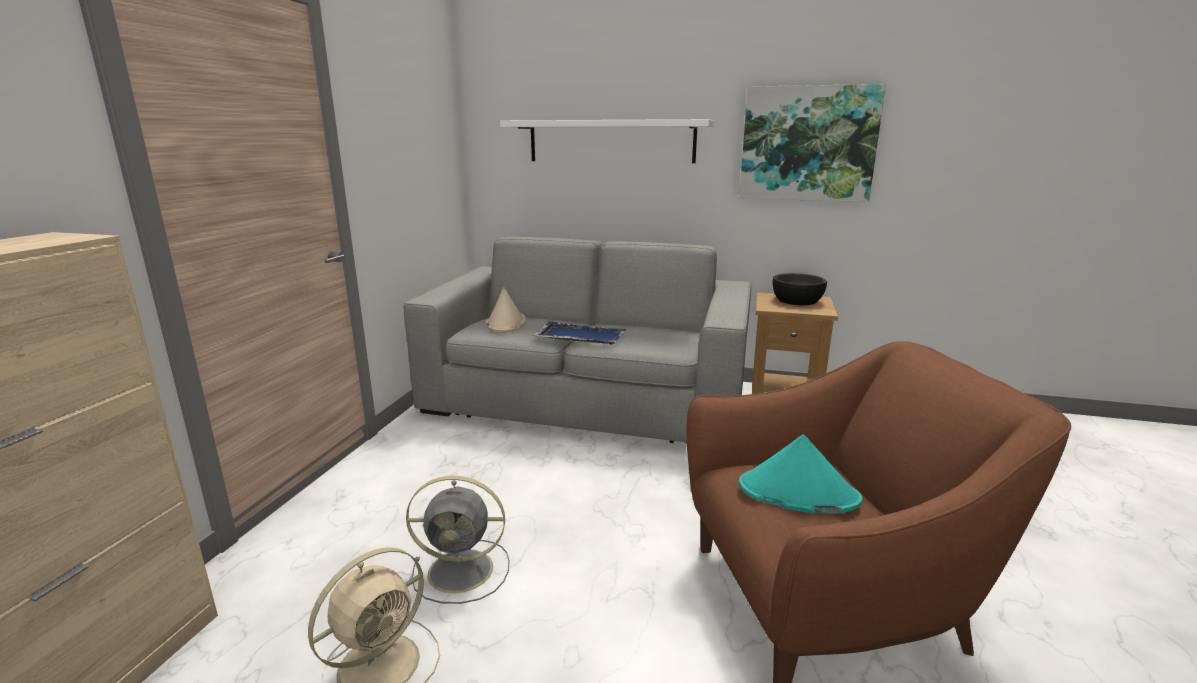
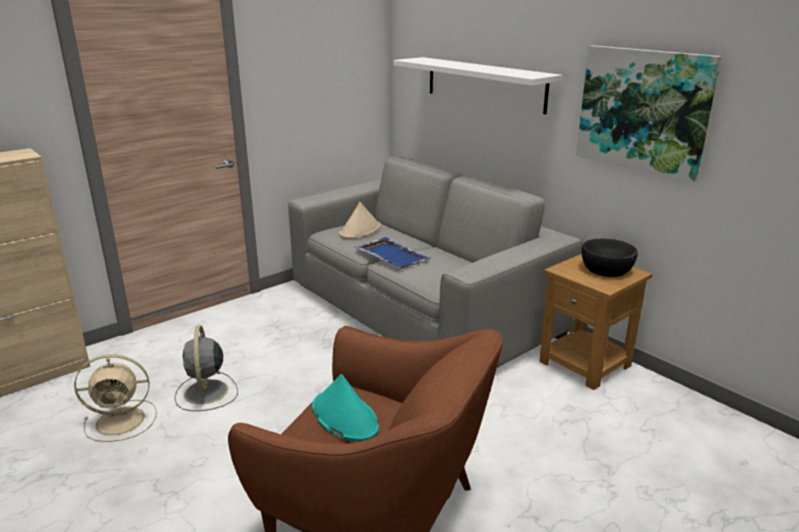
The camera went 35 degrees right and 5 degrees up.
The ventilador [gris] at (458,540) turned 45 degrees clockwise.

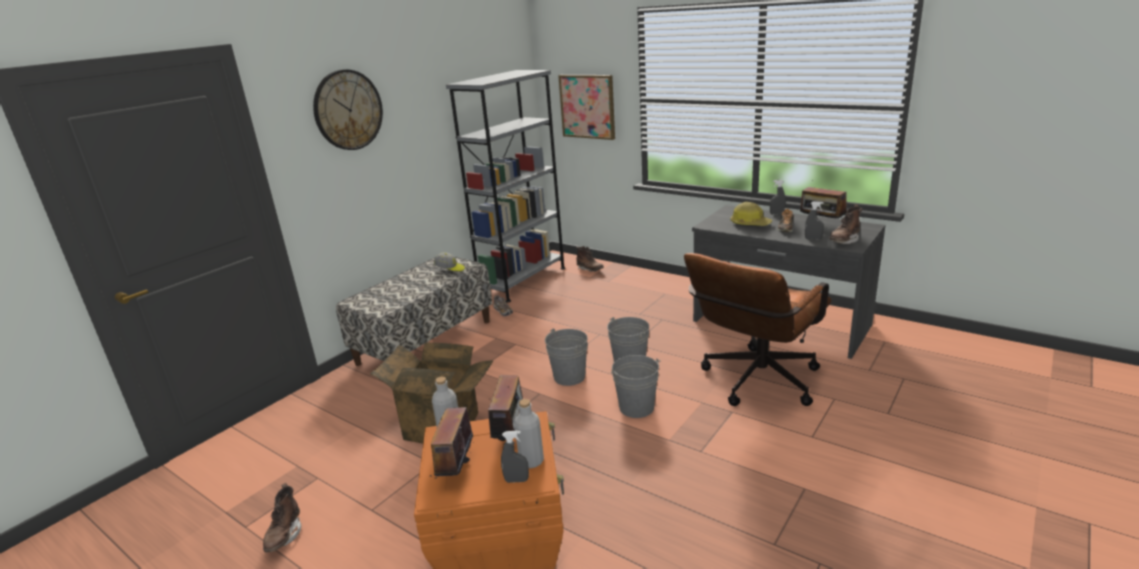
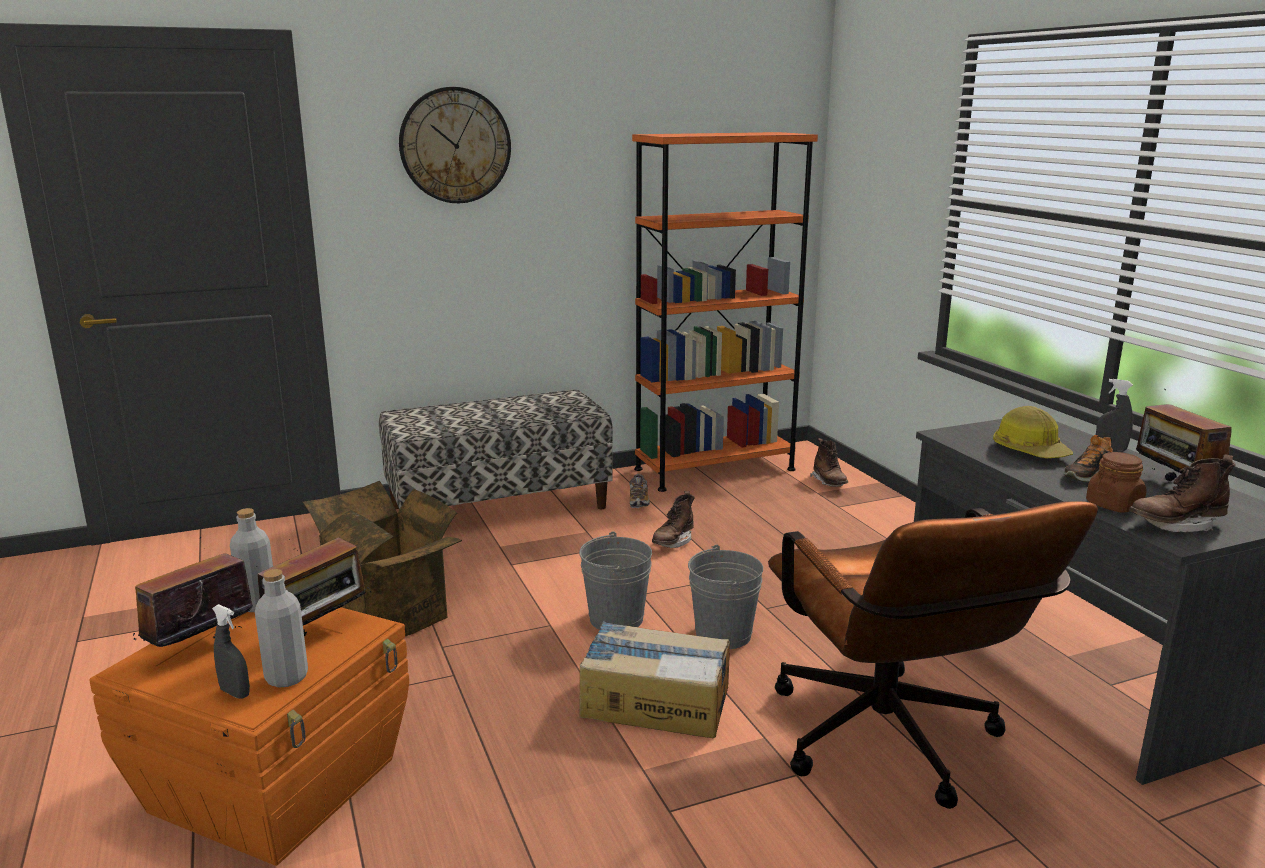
The camera went 30 degrees right and 5 degrees down.
The gorra at (449,262) disappeared.
The cuadro at (586,107) disappeared.
The bota [marrón] moved from (282,517) to (673,519).
The cubo [gris] at (636,386) was replaced by the caja de cartón at (654,679).
The pulverizador [gris] at (814,220) was replaced by the tarro [marrón] at (1116,482).
The estantería [gris] at (505,186) became the estantería [naranja] at (725,312).
The silla de oficina [marrón] at (758,329) turned 90 degrees counterclockwise.

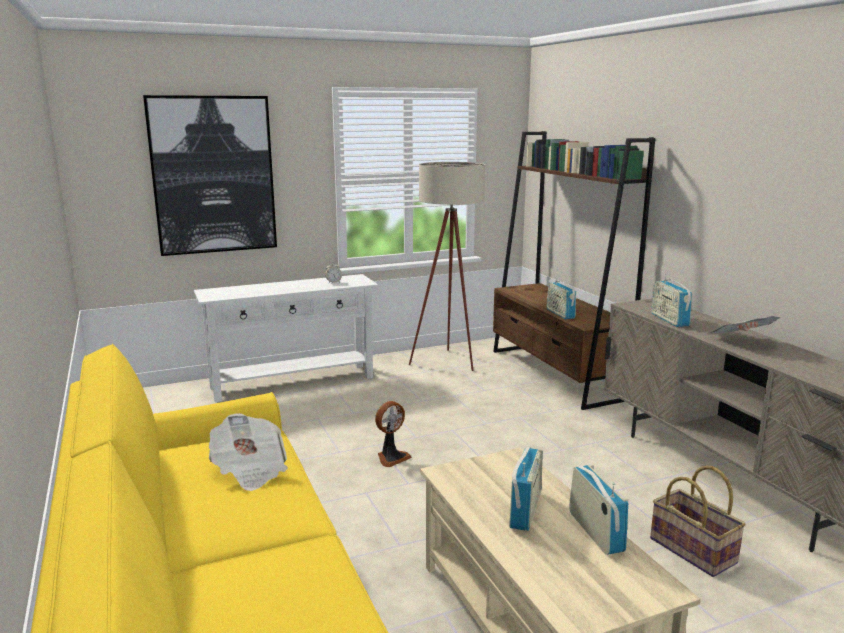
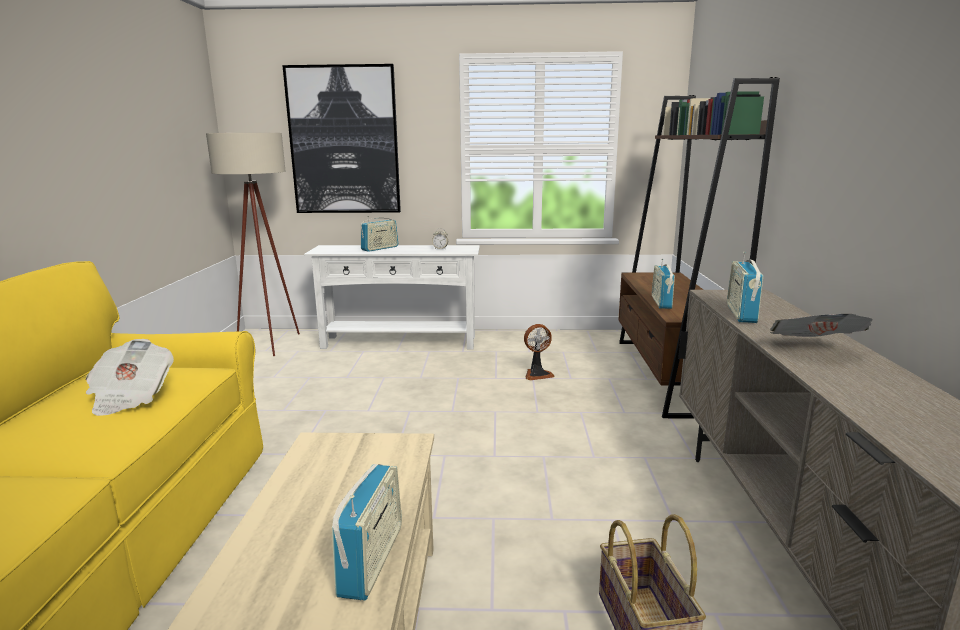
The camera went 25 degrees right and 0 degrees up.
The ventilador moved from (393,434) to (539,352).
The lámpara de pie [beis] moved from (447,266) to (253,244).
The radio moved from (526,489) to (379,234).

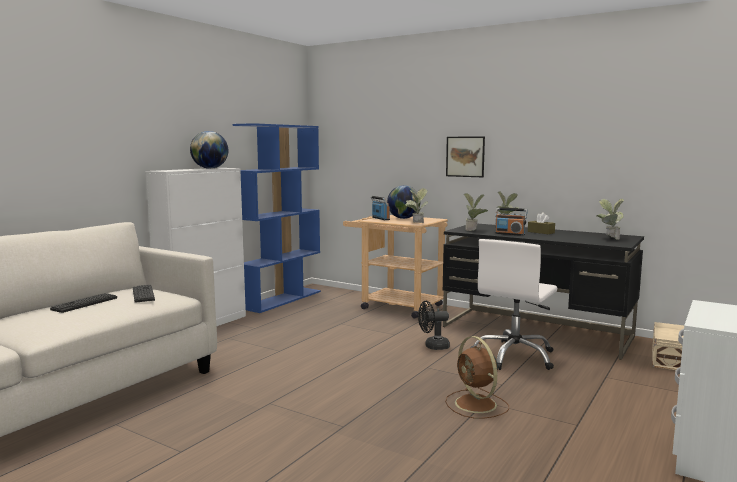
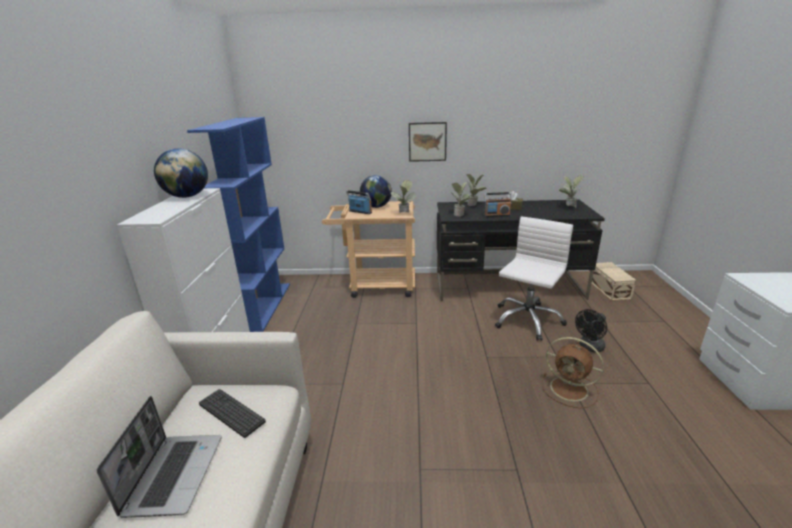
The camera went 30 degrees left and 15 degrees up.
The ventilador [negro] moved from (434,325) to (591,330).
The teclado at (83,303) was replaced by the portátil at (159,457).
The silla de oficina [blanco] at (513,304) turned 150 degrees counterclockwise.

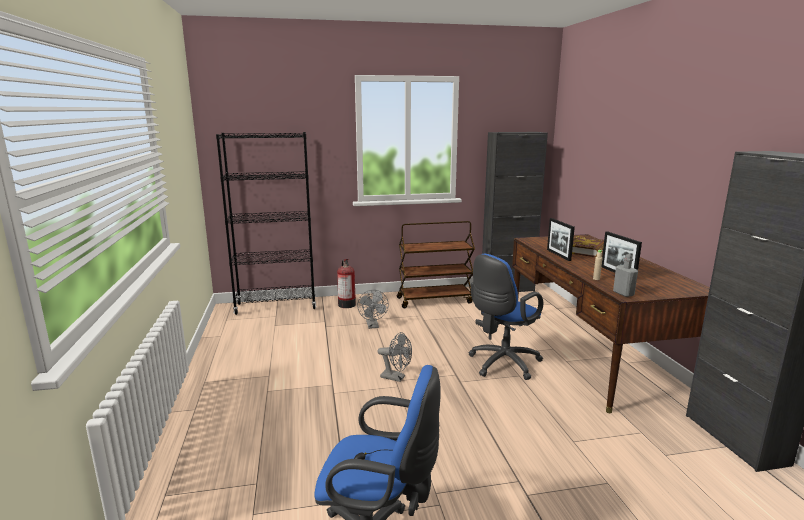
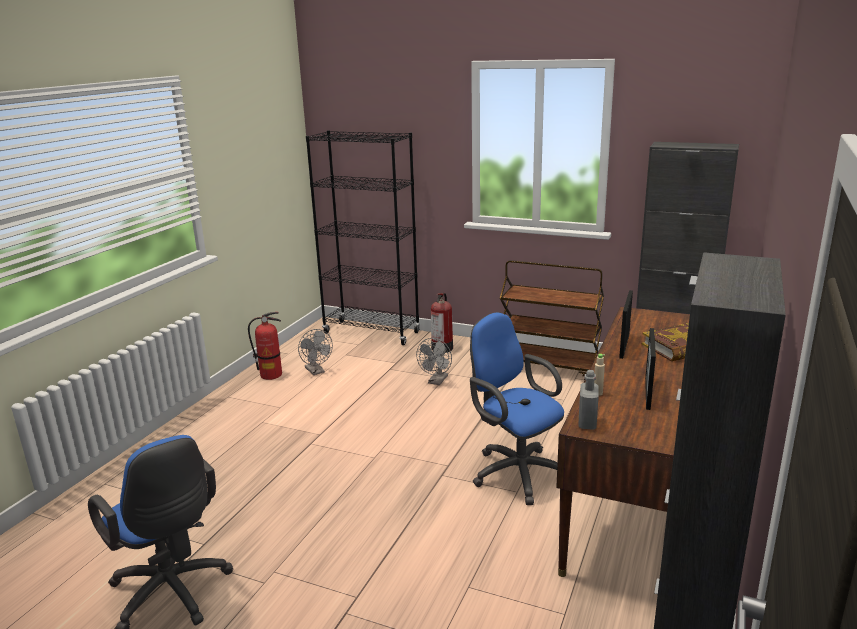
The camera went 35 degrees right and 5 degrees up.
The extintor at (265,346) appeared.
The ventilador [gris] moved from (394,357) to (315,352).
The silla de oficina [azul] at (505,317) turned 60 degrees clockwise.

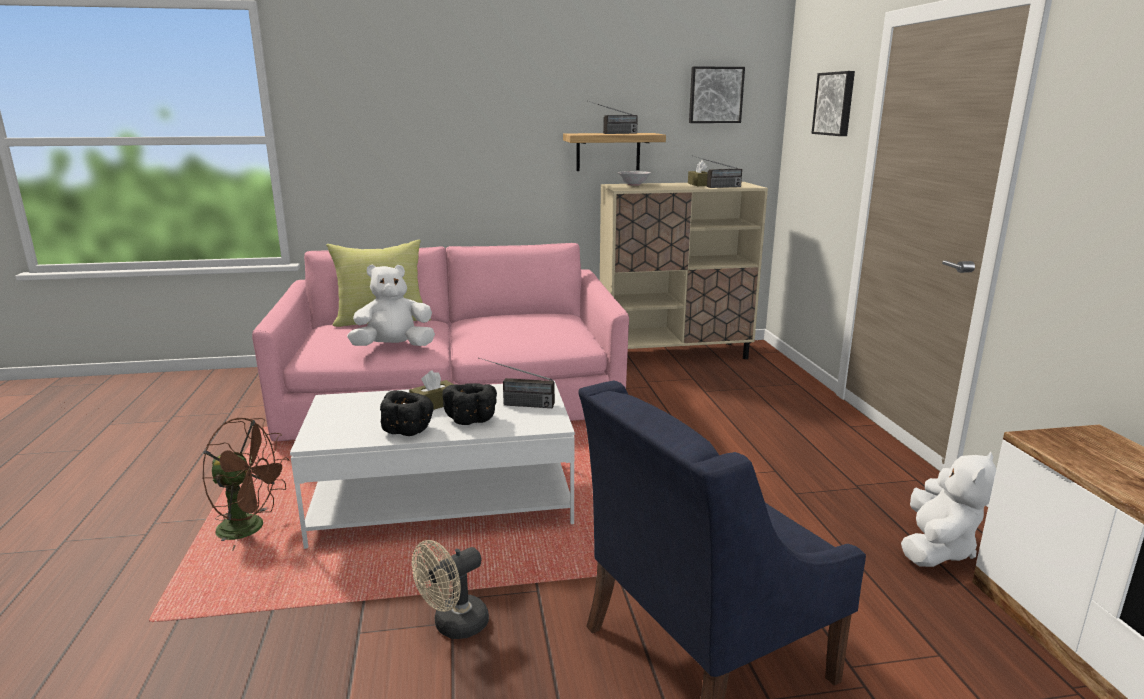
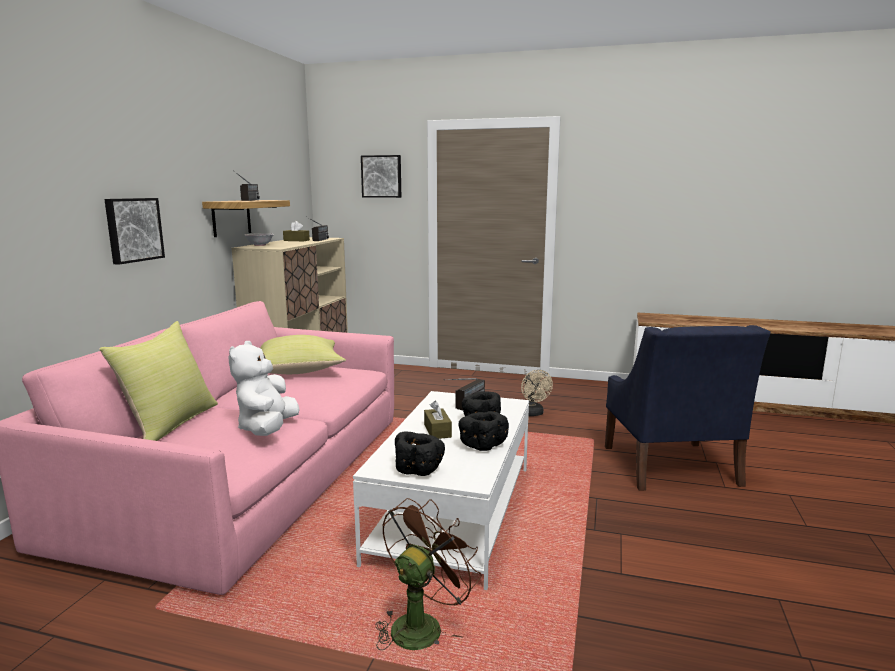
The camera went 65 degrees left and 5 degrees down.
The peluche [blanco] at (948,509) disappeared.
The cojín [amarillo] at (303,354) appeared.
The cuenco [negro] at (420,453) appeared.
The ventilador [beis] moved from (450,589) to (537,393).
The cuadro moved from (717,94) to (134,231).

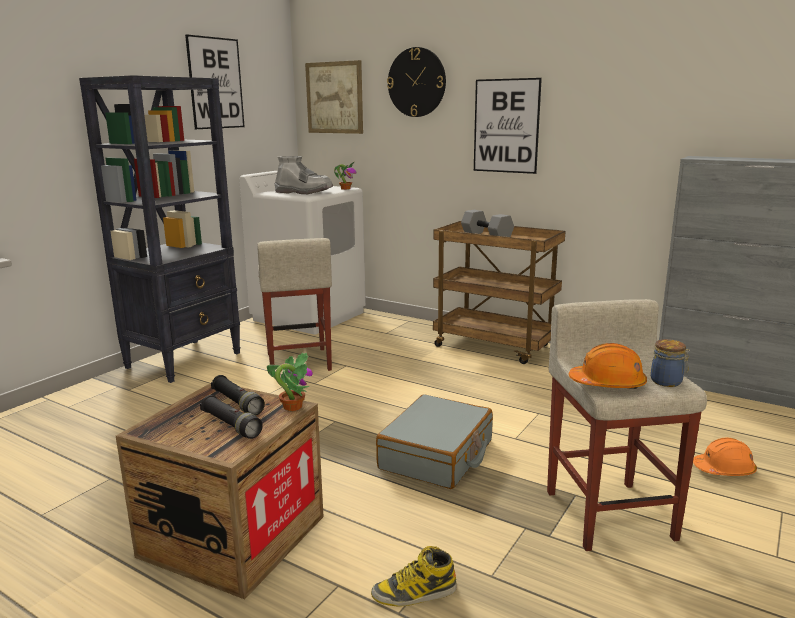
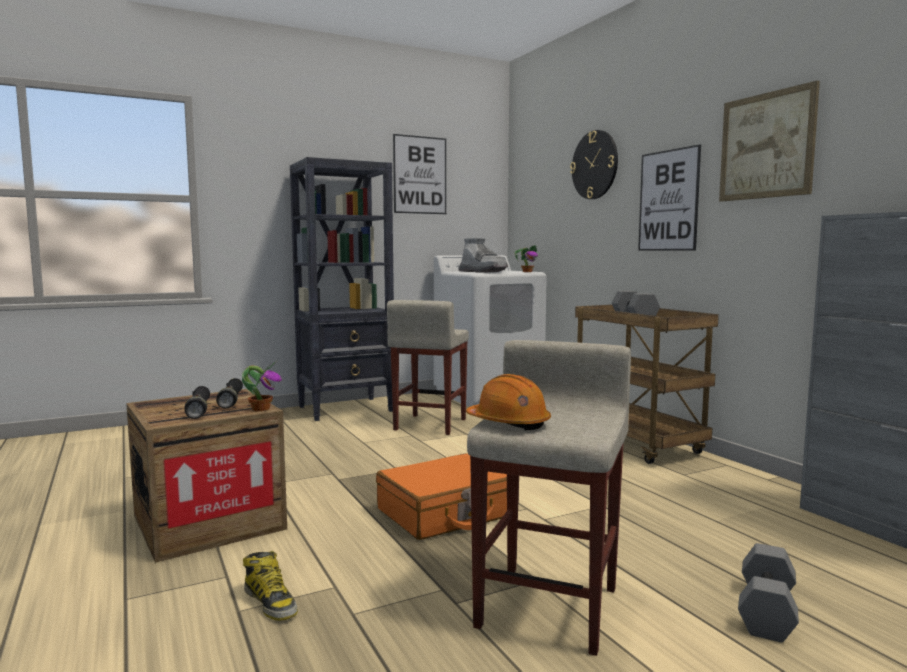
The camera went 30 degrees right and 10 degrees down.
The tarro at (670,363) disappeared.
The cuadro moved from (334,97) to (769,141).
The casco [naranja] at (725,456) was replaced by the mancuerna [gris] at (768,592).
The maleta [gris] at (434,441) became the maleta [naranja] at (441,496).
The bota at (414,576) turned 150 degrees counterclockwise.

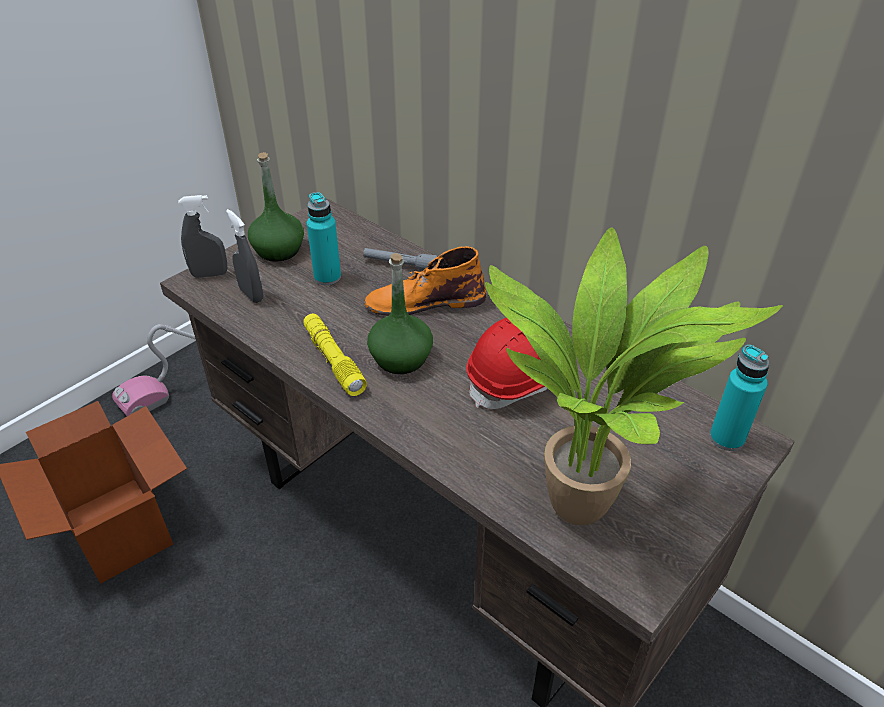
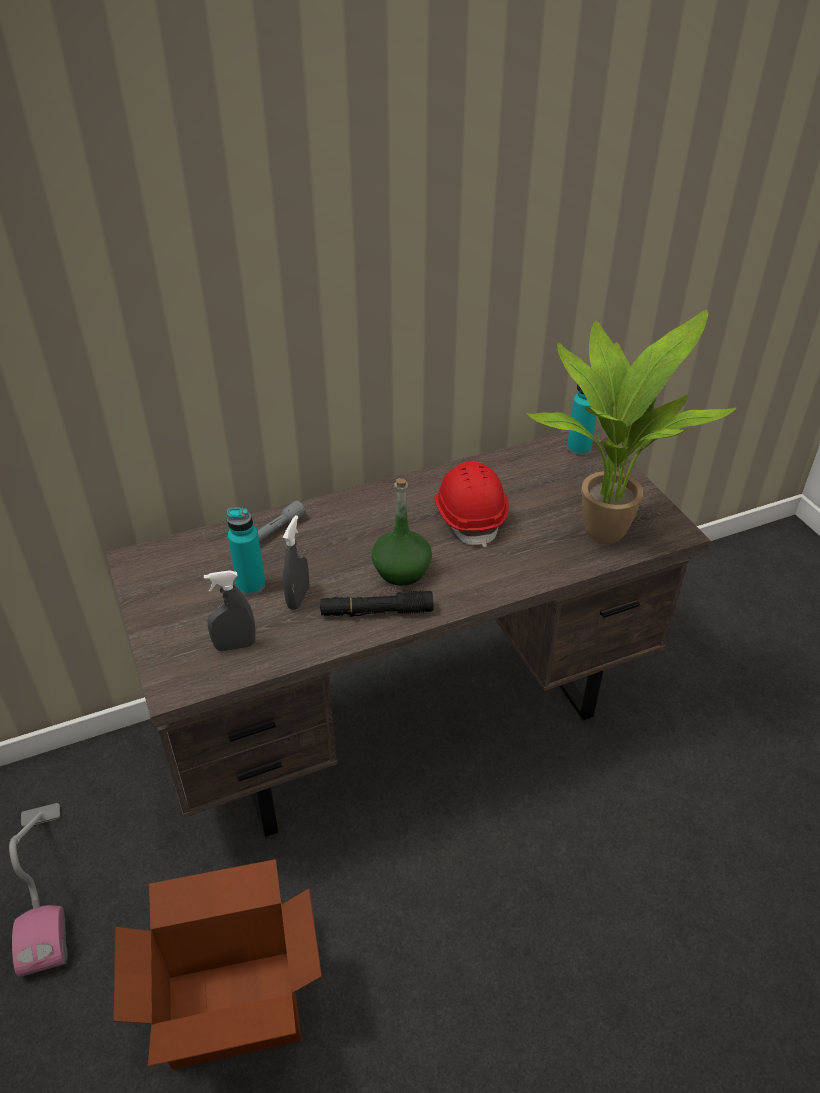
The camera went 65 degrees left and 0 degrees up.
The botella [verde] at (276,207) disappeared.
The bota [naranja] at (425,281) disappeared.
The pulverizador [gris] moved from (202,236) to (296,562).
The linterna [amarillo] at (335,354) became the linterna [negro] at (376,603).

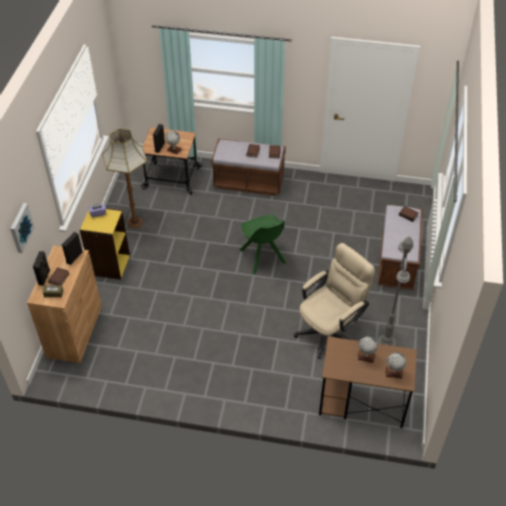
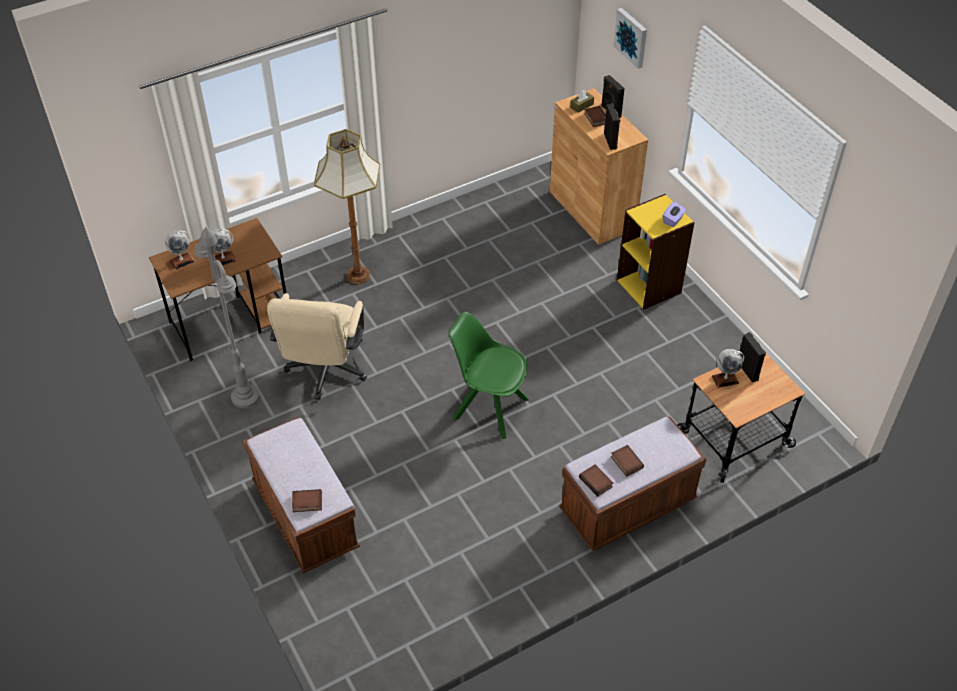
The camera went 140 degrees right and 0 degrees up.
The lámpara de pie moved from (124,178) to (347,206).

